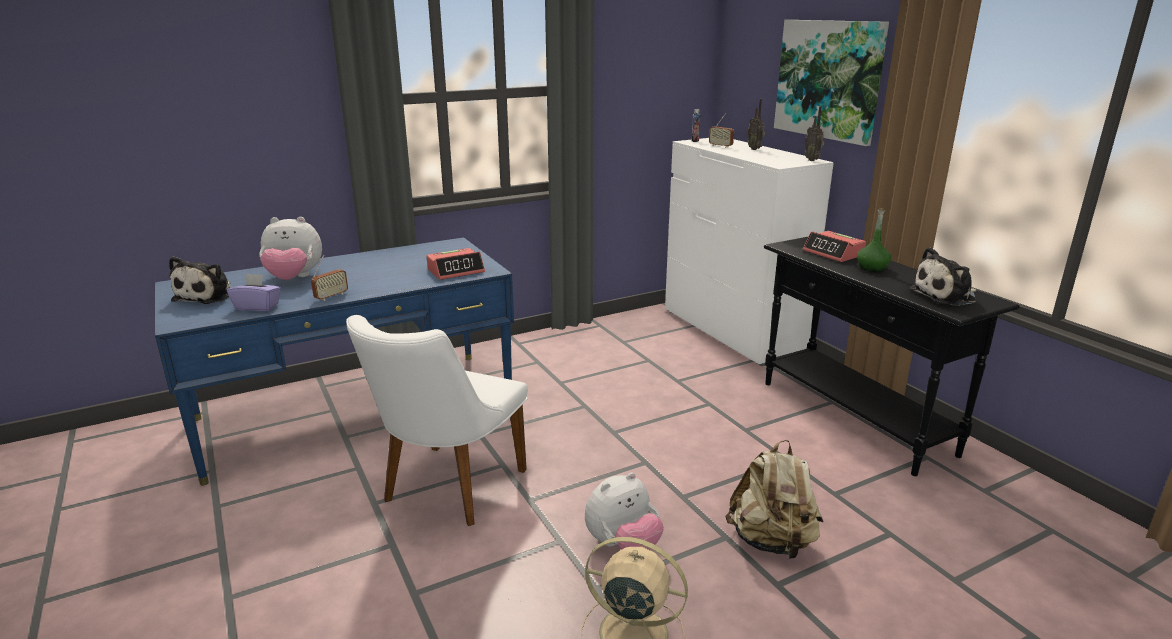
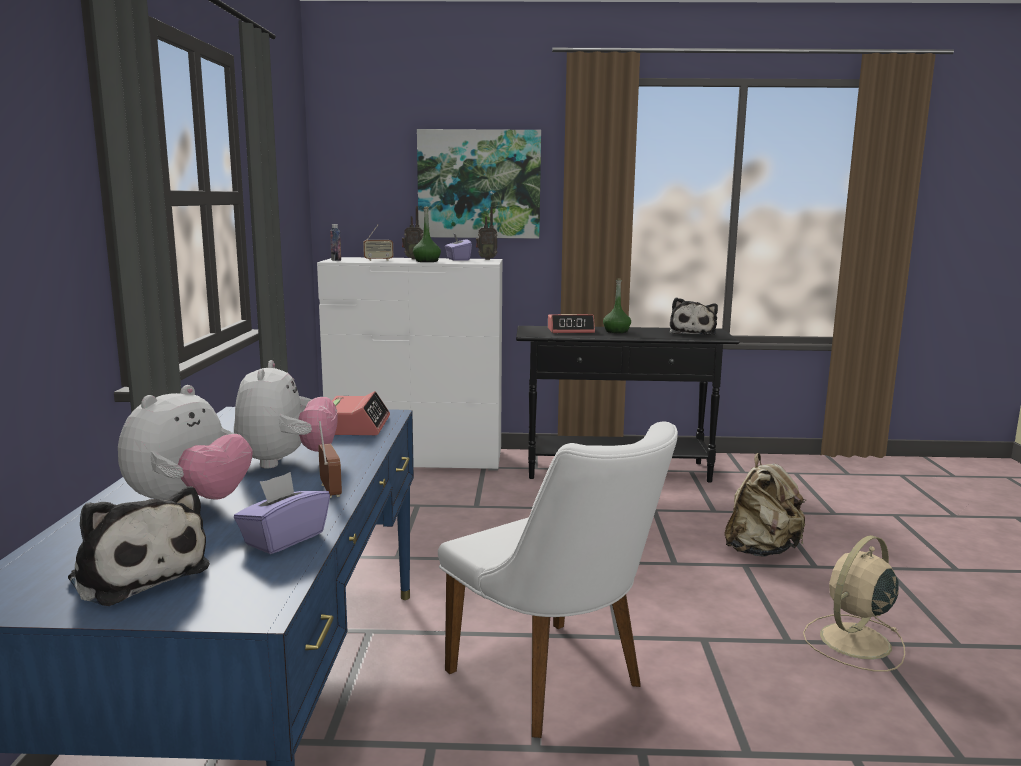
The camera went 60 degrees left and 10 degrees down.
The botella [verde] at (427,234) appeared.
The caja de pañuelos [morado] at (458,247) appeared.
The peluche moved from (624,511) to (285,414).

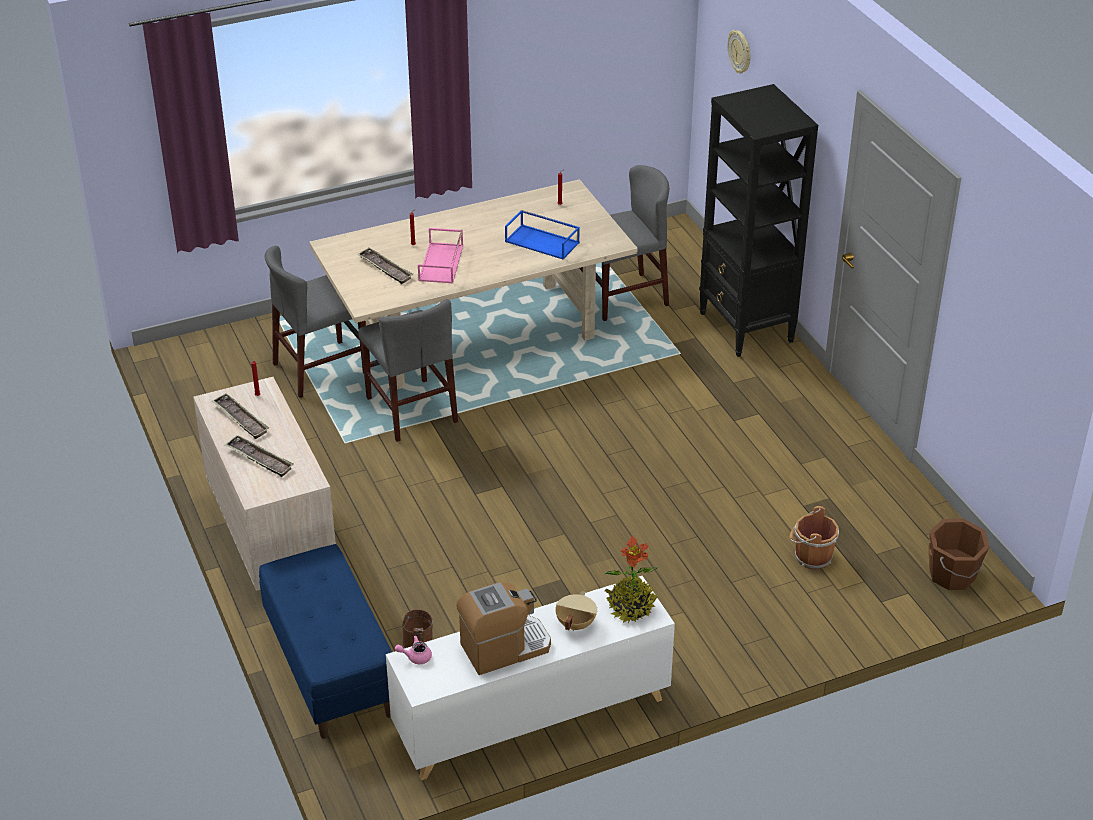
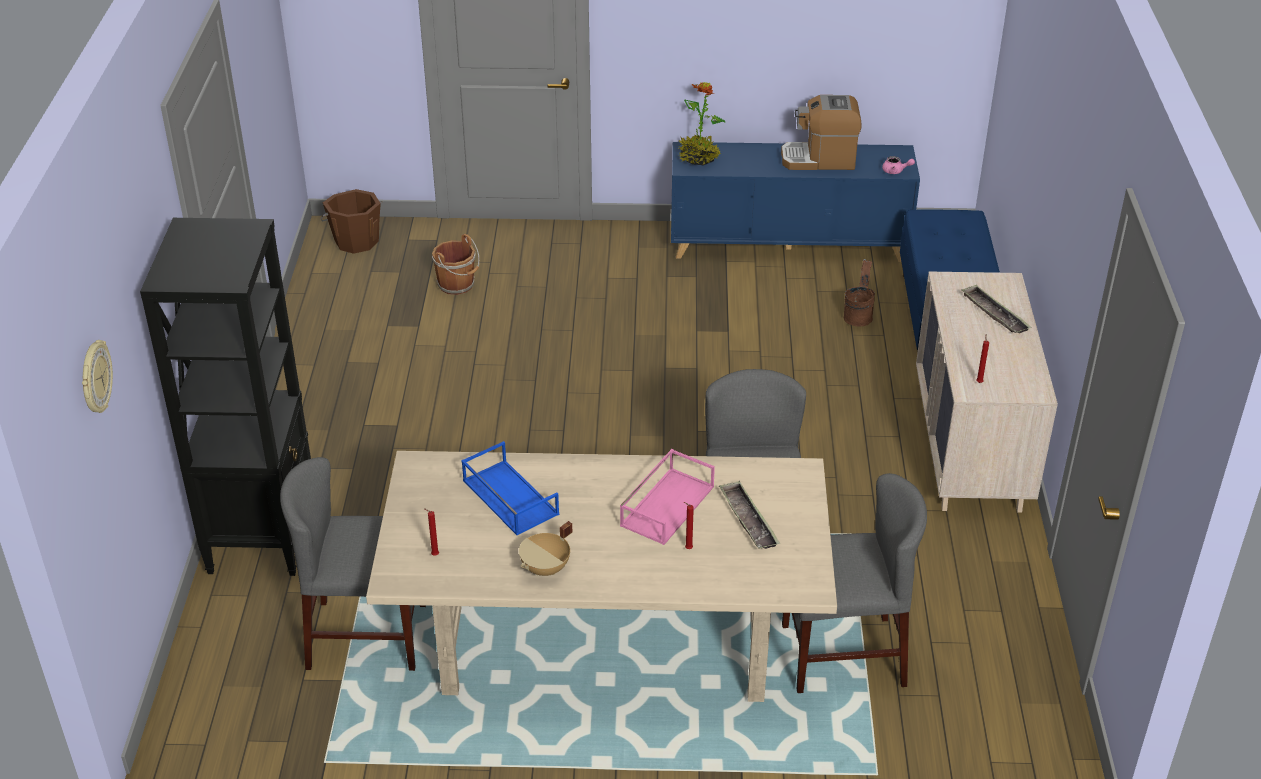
The camera went 155 degrees left and 0 degrees up.
The bandeja at (240,416) disappeared.
The olla [beis] moved from (576,611) to (545,548).
The armario [blanco] at (530,678) became the armario [azul] at (795,202).

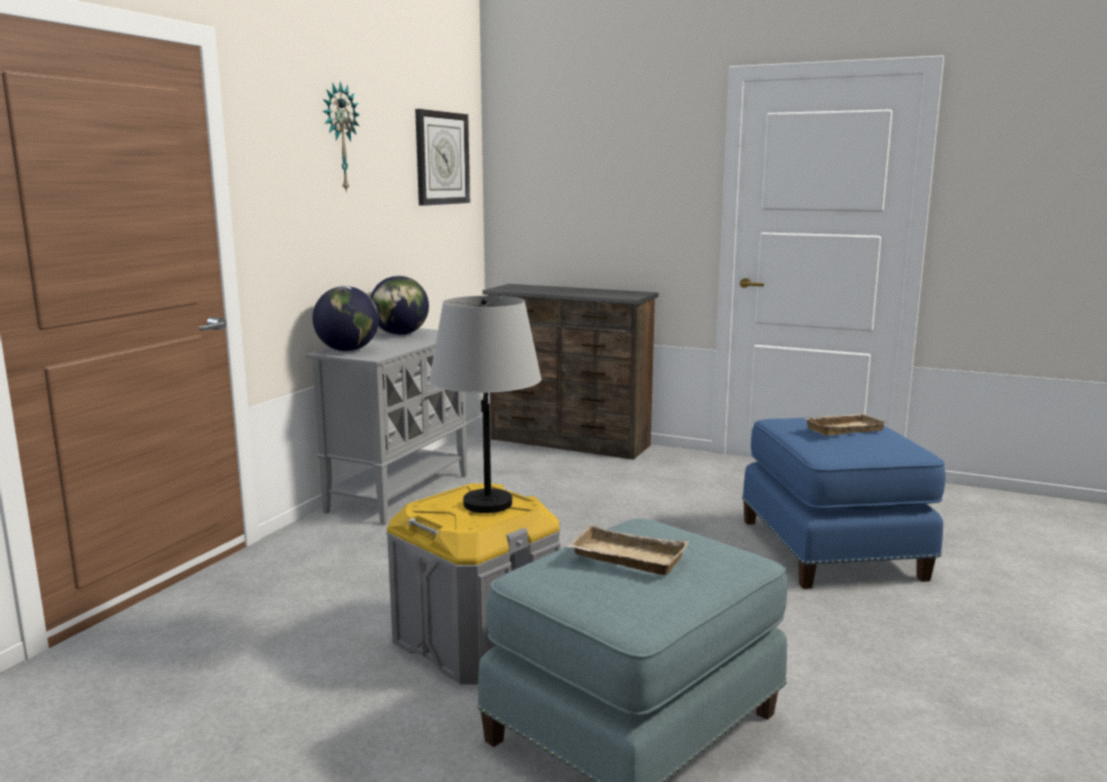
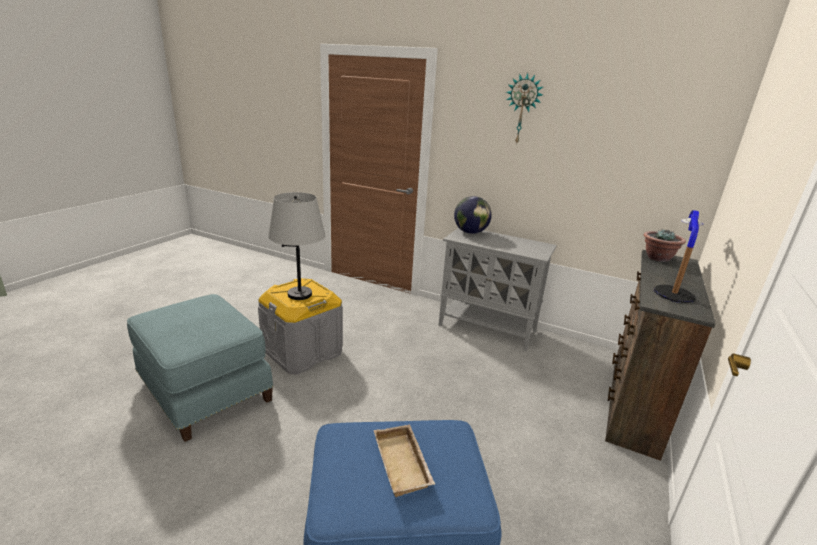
The camera went 90 degrees right and 10 degrees up.
The globo terráqueo at (399,305) disappeared.
The reloj de pared at (442,157) disappeared.
The bandeja [beis] at (628,550) disappeared.
The planta en maceta at (665,245) appeared.
The lámpara de mesa at (678,256) appeared.

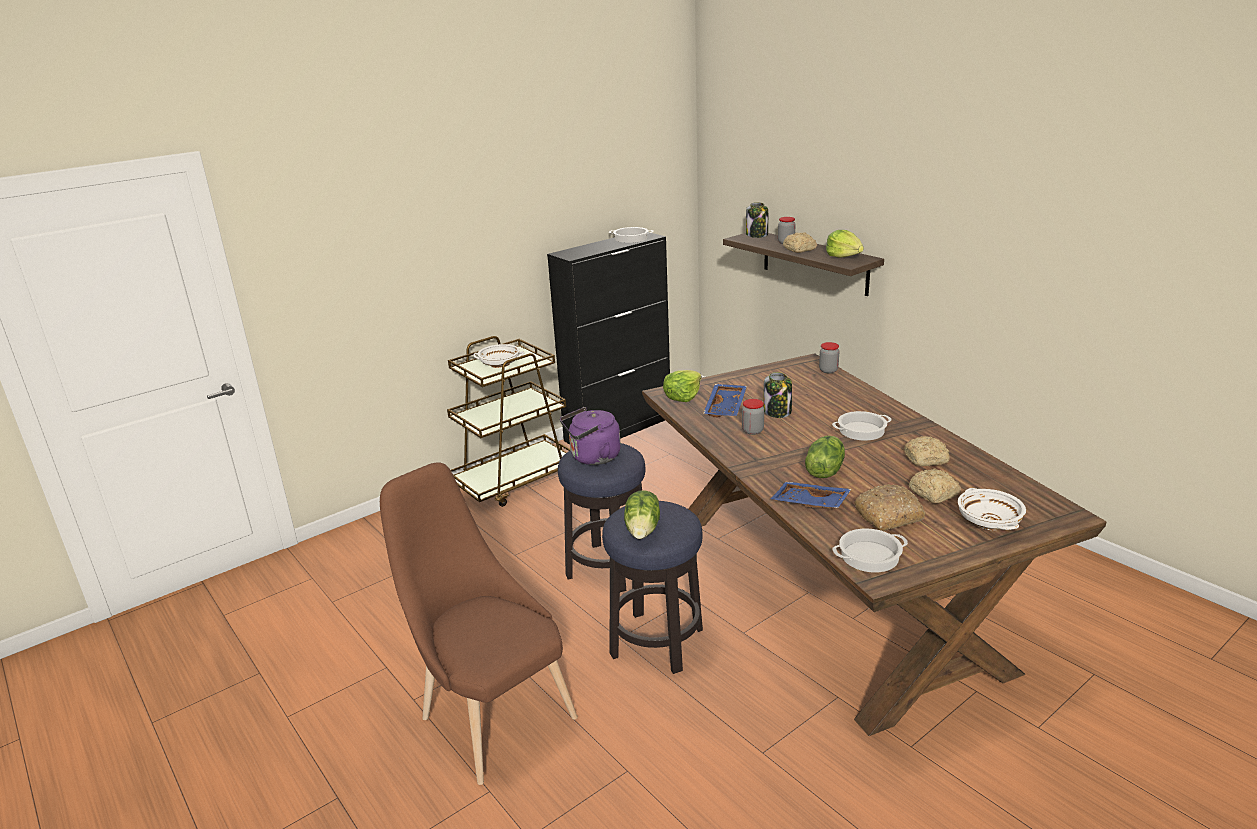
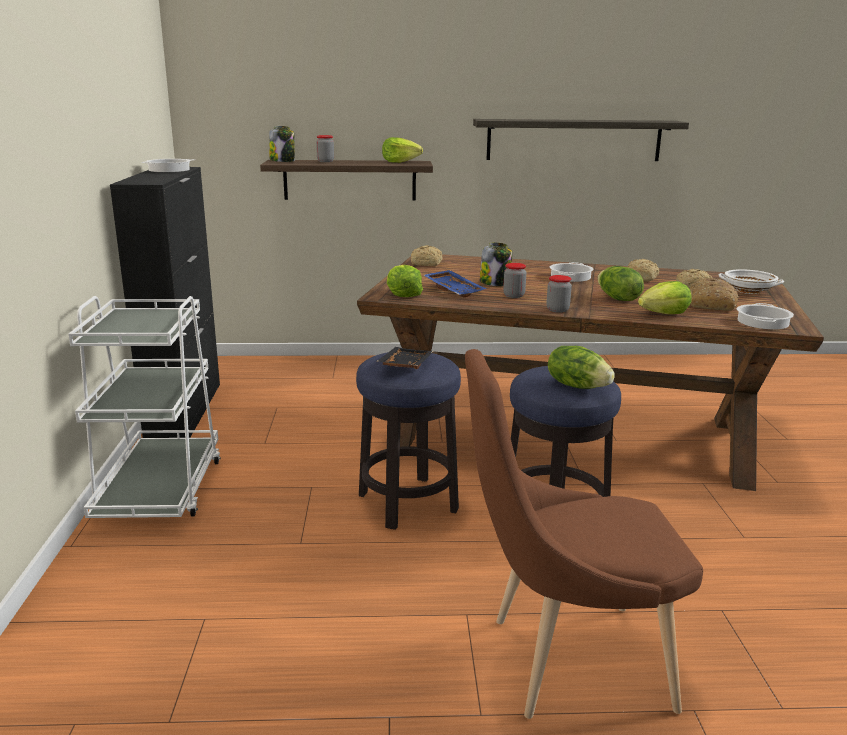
The camera went 55 degrees left and 5 degrees down.
The cuenco [blanco] at (498,356) disappeared.
The estante at (581,140) appeared.
The pan moved from (800,242) to (426,255).
The tarro moved from (829,357) to (559,294).
The hervidor [morado] at (590,436) was replaced by the bandeja [negro] at (405,358).
The bandeja [azul] at (811,495) was replaced by the lechuga at (664,297).
The carrito [marrón] at (508,421) became the carrito [blanco] at (144,407).

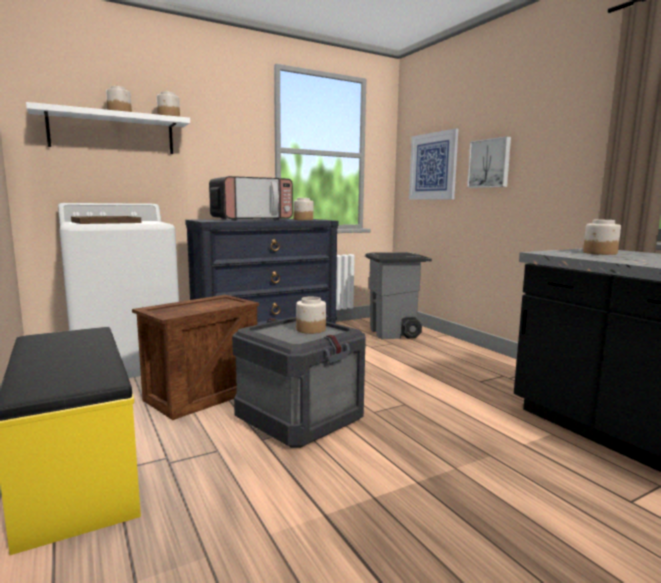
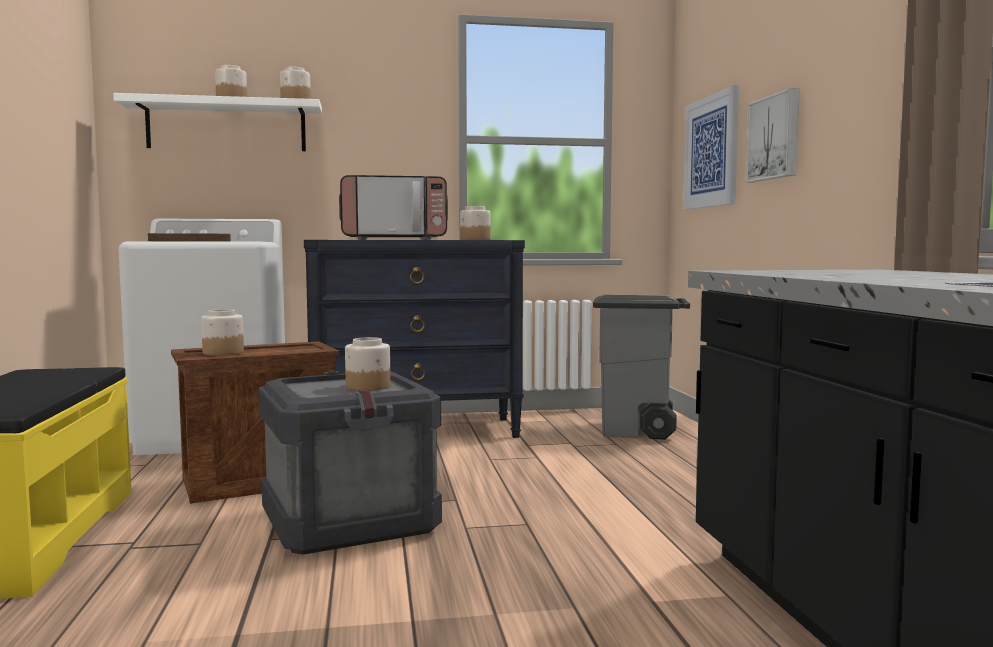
The camera went 20 degrees right and 5 degrees down.
The tarro moved from (602,237) to (222,332).

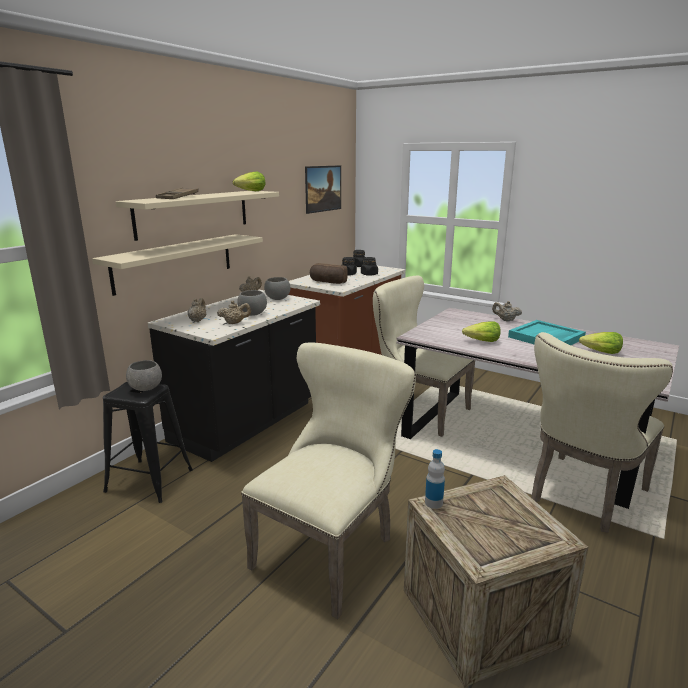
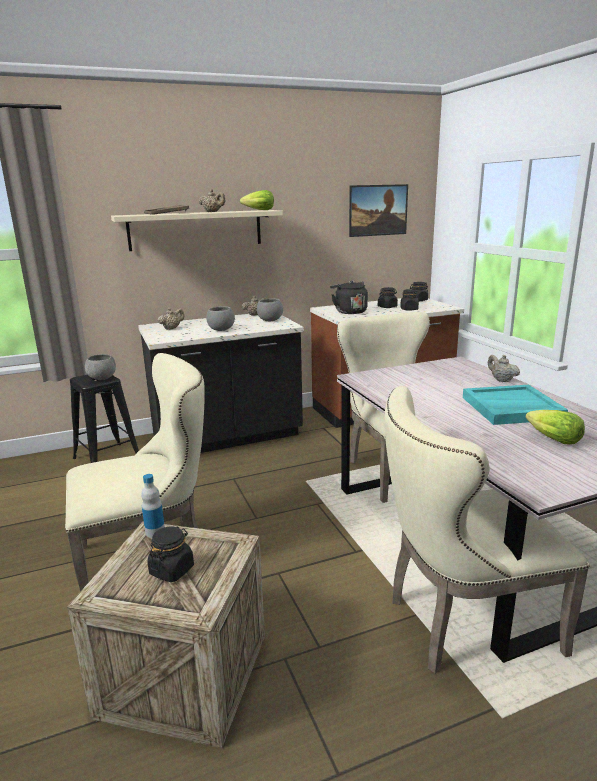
The camera went 35 degrees right and 0 degrees up.
The estante [beis] at (177,265) disappeared.
The lechuga at (481,331) disappeared.
The tarro [negro] at (171,554) appeared.
The tetera [beis] moved from (234,312) to (212,200).
The pan at (329,273) was replaced by the hervidor [negro] at (349,297).

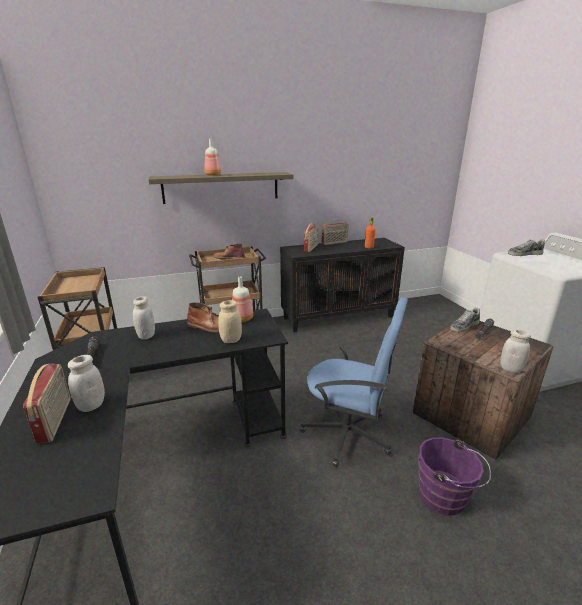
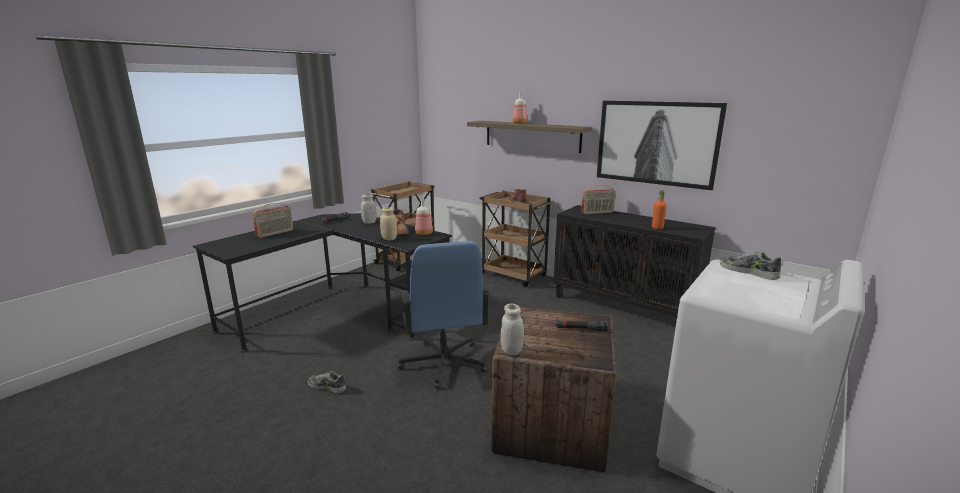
The camera went 55 degrees right and 5 degrees down.
The tarro [blanco] at (86,383) disappeared.
The radio at (335,232) disappeared.
The cubo [morado] at (454,476) disappeared.
The cuadro at (662,145) appeared.
The zapato moved from (465,319) to (327,382).

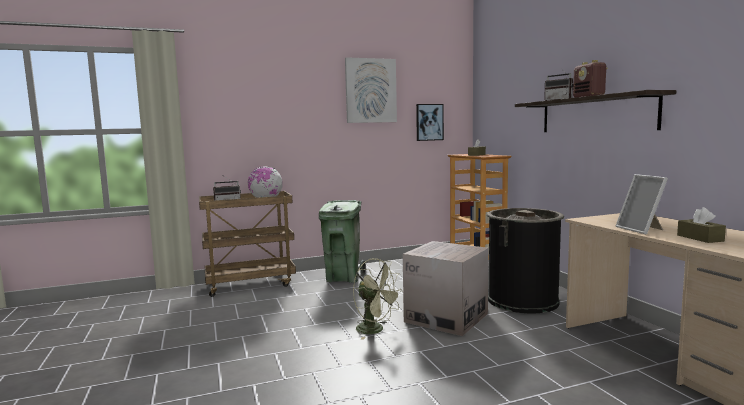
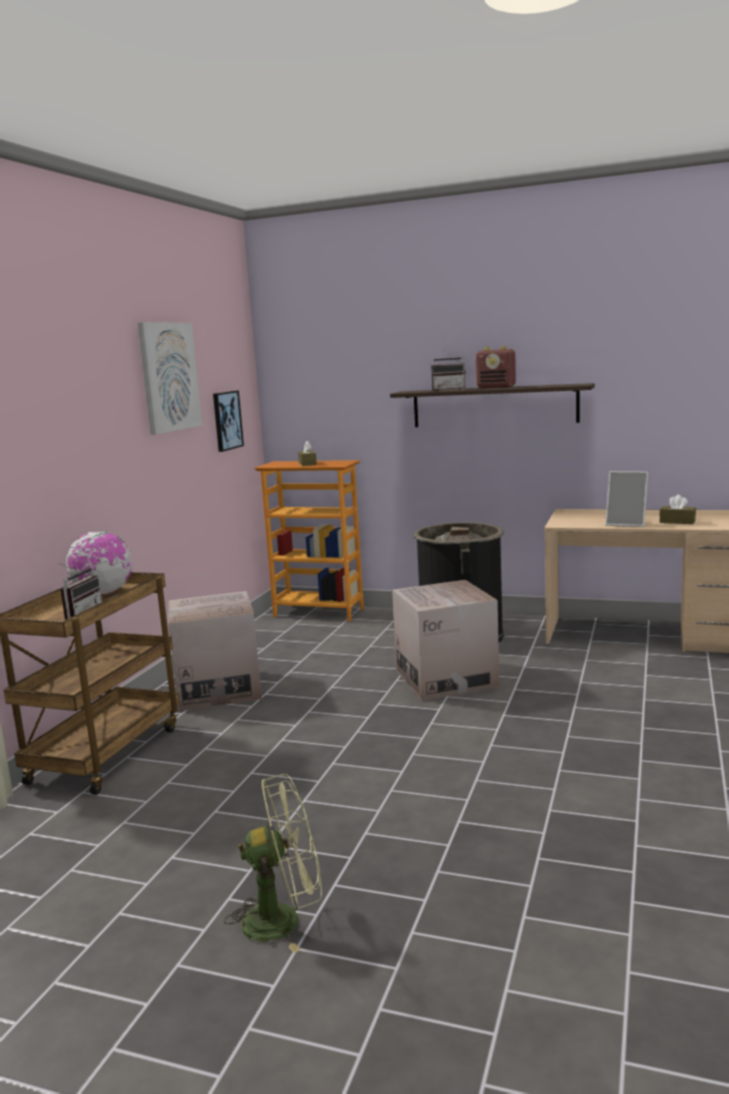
The camera went 50 degrees left and 5 degrees up.
The ventilador [verde] moved from (378,299) to (273,863).
The papelera [verde] at (342,241) was replaced by the caja de cartón at (215,651).

